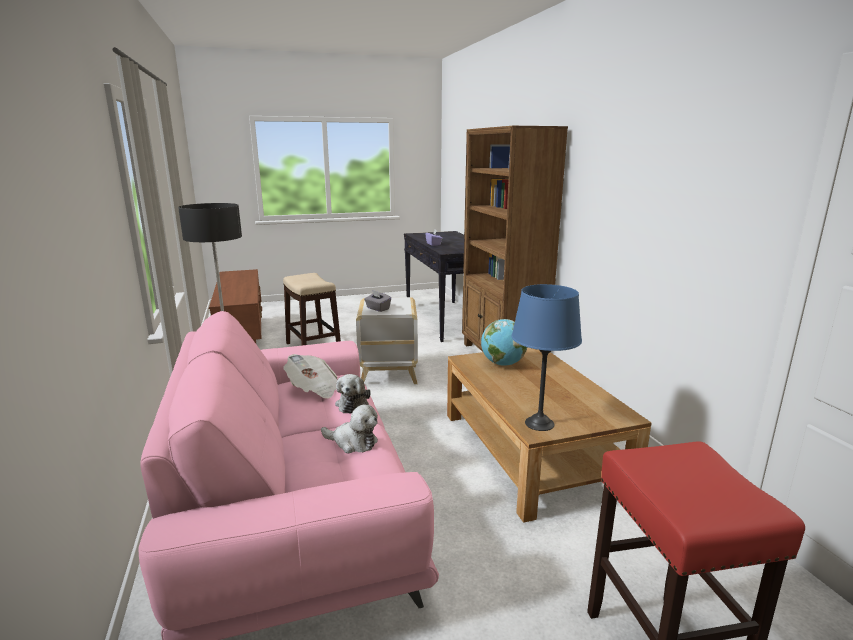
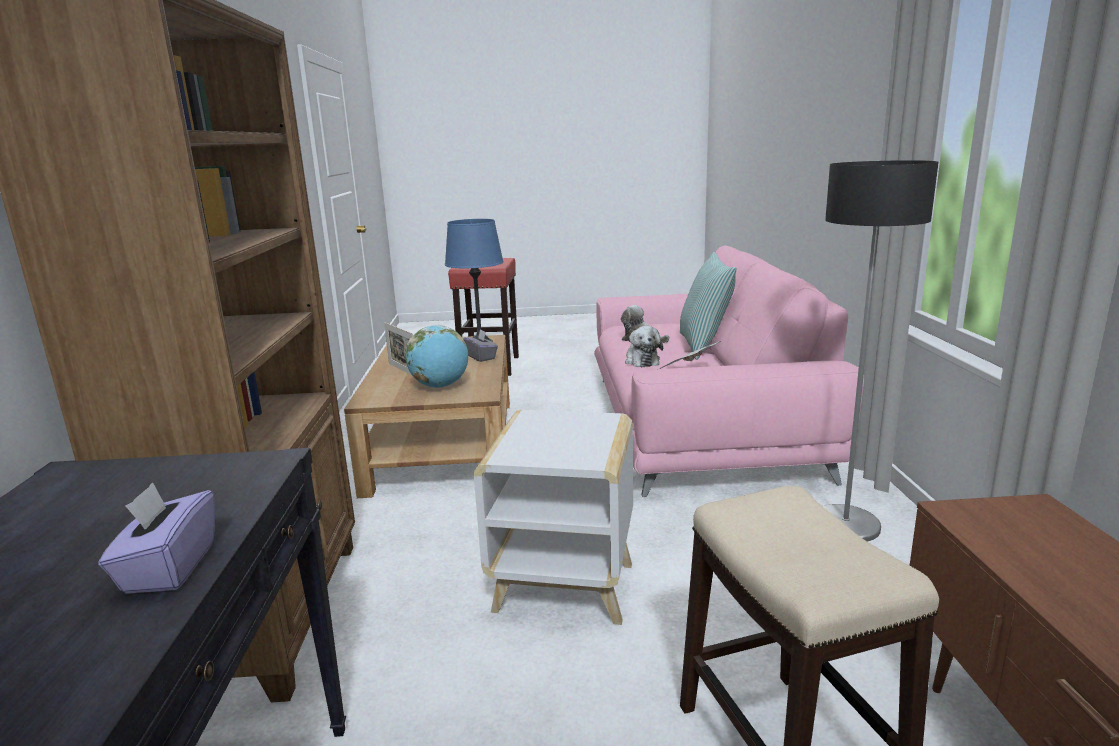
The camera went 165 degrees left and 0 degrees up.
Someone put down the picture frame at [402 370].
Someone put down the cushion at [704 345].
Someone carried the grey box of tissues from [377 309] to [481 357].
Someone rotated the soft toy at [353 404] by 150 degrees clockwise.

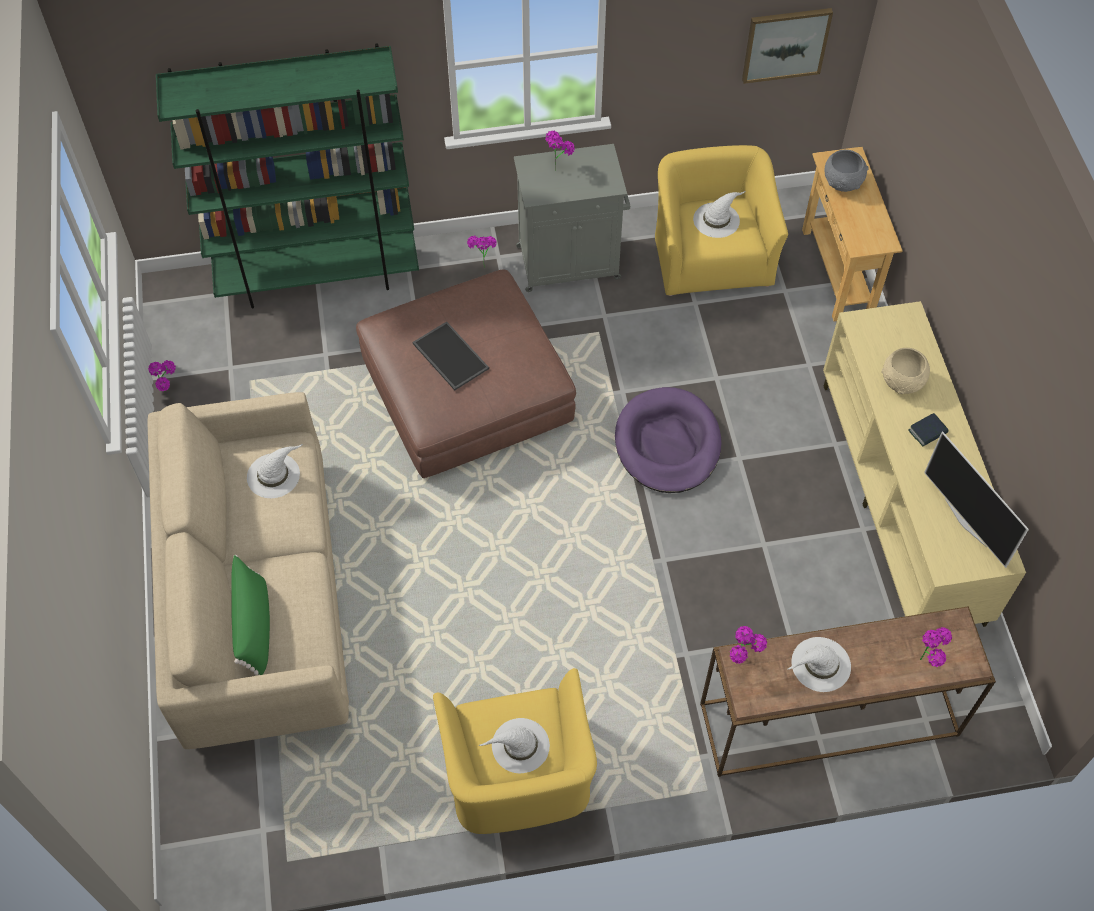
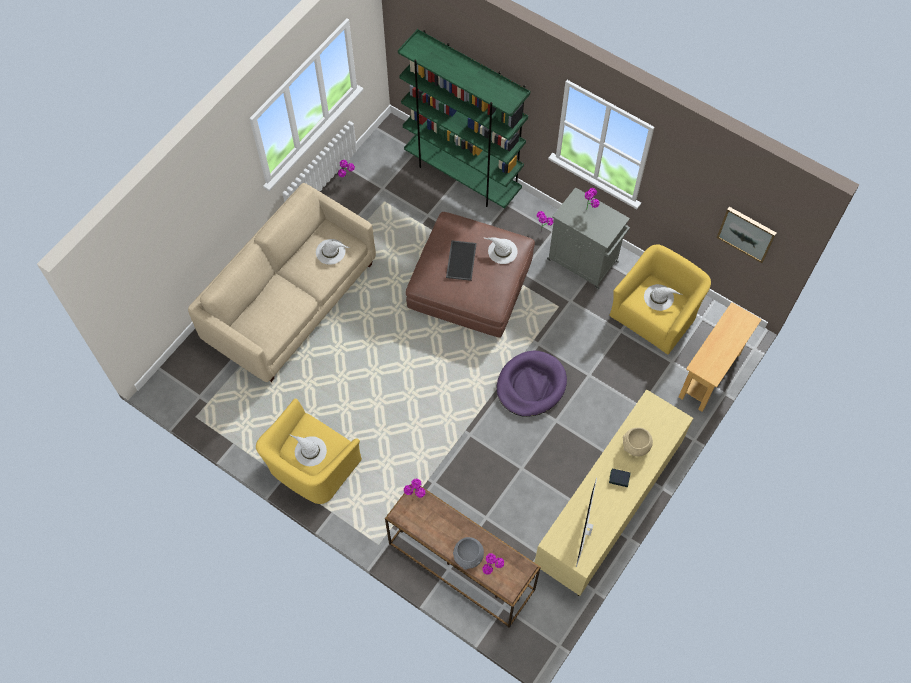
The camera went 45 degrees right and 5 degrees up.
Someone took away the green cushion at [254 626].
Someone carried the white hat from [820 665] to [502 251].
Someone carried the grey serving bowl from [843 183] to [468 557].

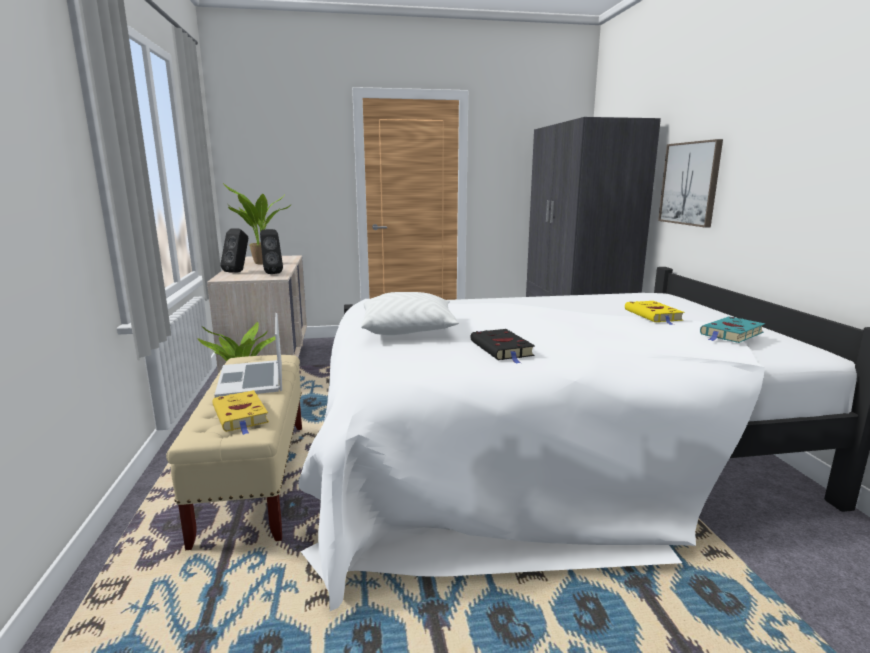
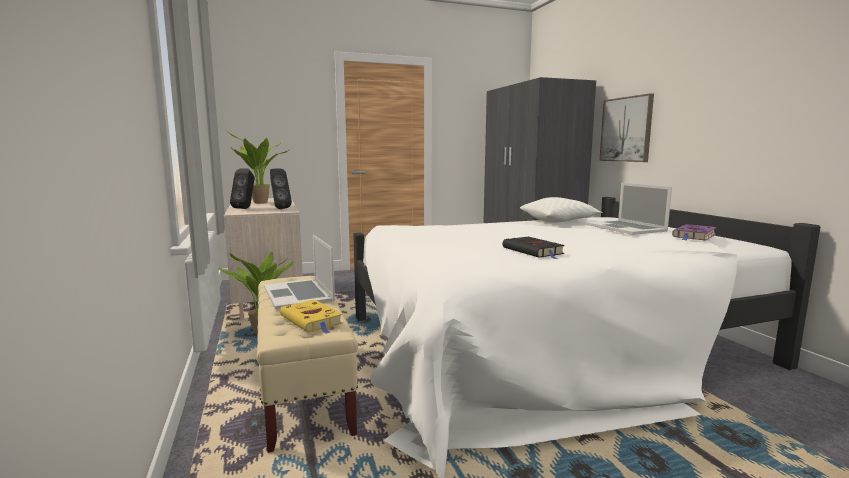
The camera went 10 degrees left and 5 degrees down.
Someone carried the white cushion from [408 330] to [559 221].
Someone swapped the yellow-coloured bound book at [654 315] for the notebook computer at [625 228].
Someone repainted the turquoise-coloured bound book at [731 334], which became the purple bound book at [694 236].

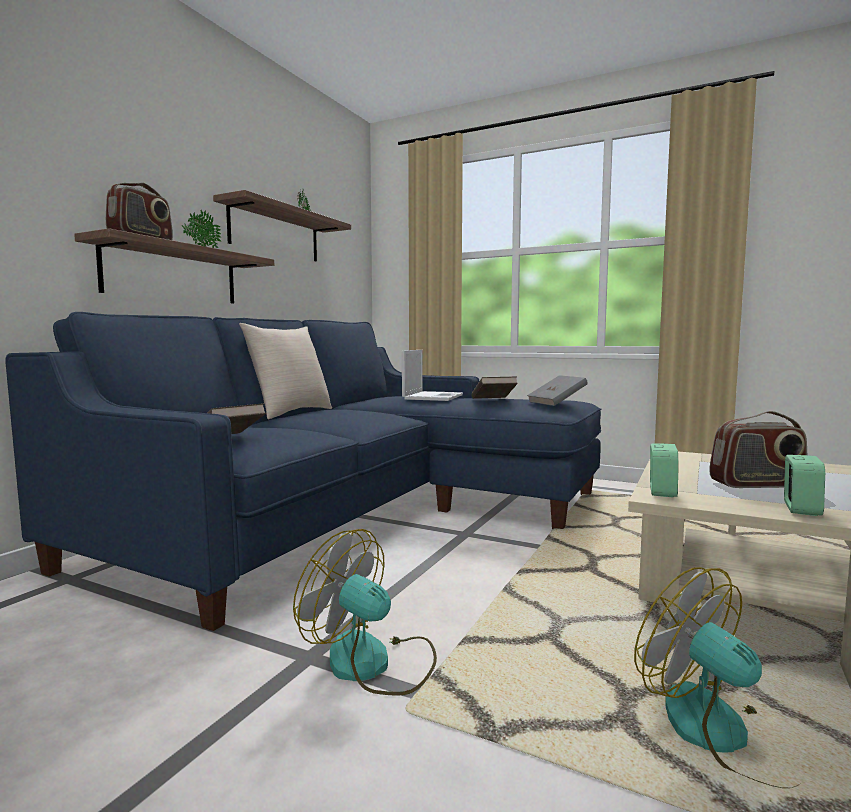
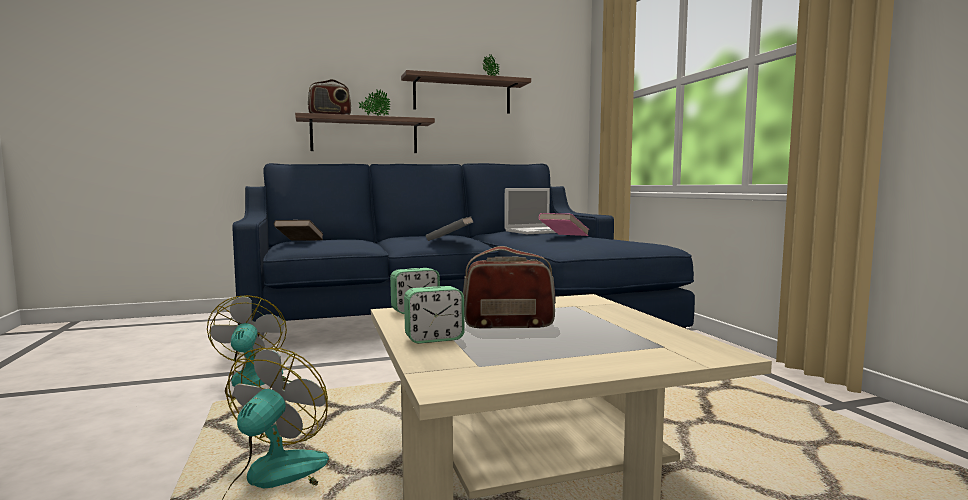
The camera went 45 degrees right and 0 degrees up.
Someone took away the sand-coloured cushion at [290 413].
Someone carried the grey bound book from [557 403] to [450 240].
Someone repainted the brownish bound book at [493 400], which became the pink bound book at [563 236].
Someone rotated the radio set at [757 484] by 135 degrees clockwise.

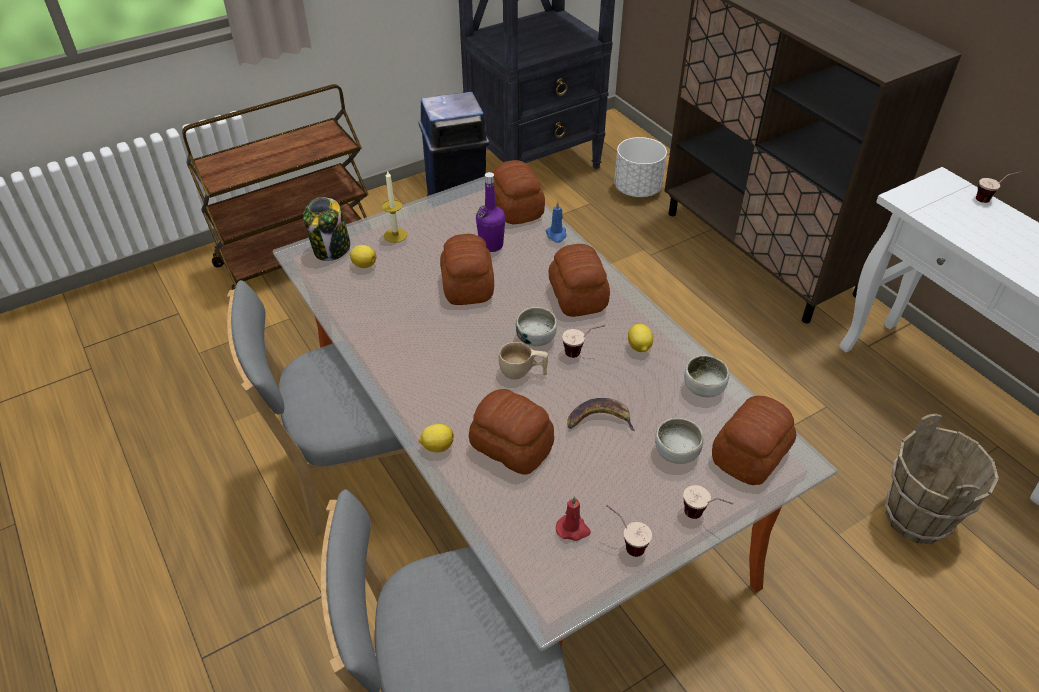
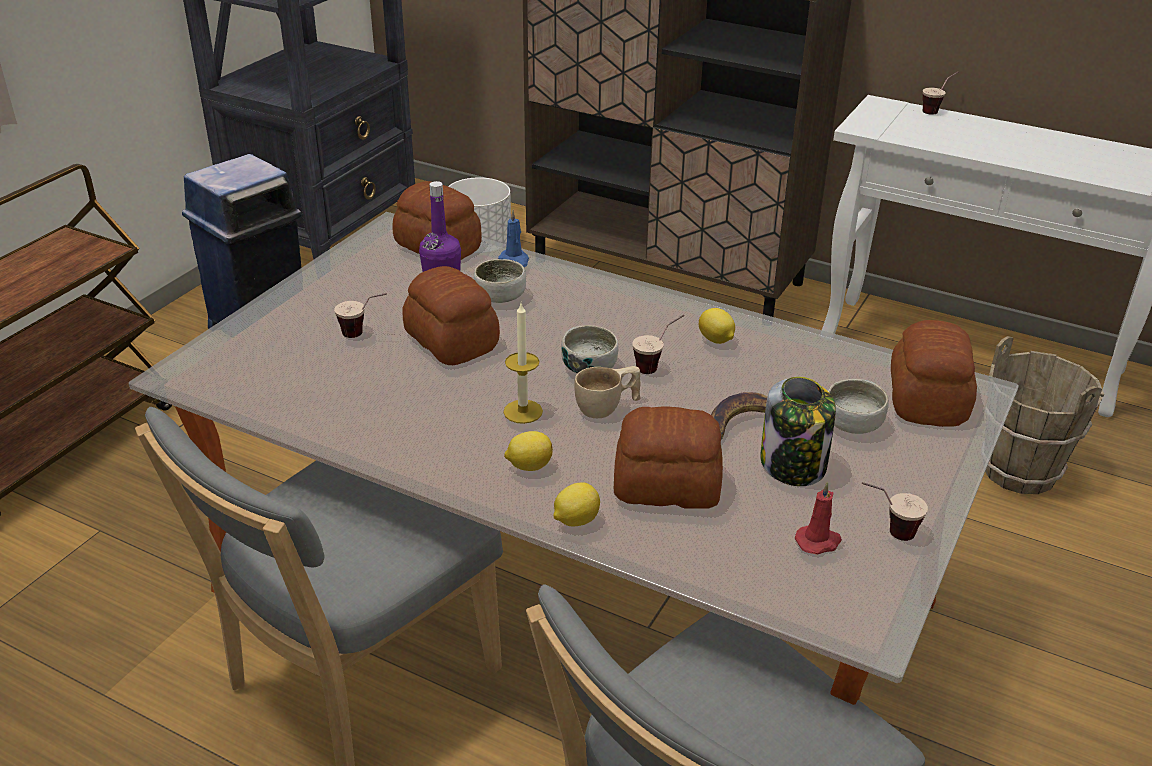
The camera went 30 degrees left and 10 degrees down.
Someone took away the baked bread at [577 296].
Someone carried the jar from [331 249] to [793 465].
Someone carried the whole lemon from [363 265] to [529 466].
Someone carried the wax light from [395 235] to [523 411].
Someone carried the drinking cup from [703 517] to [364 334].
Someone carried the serving bowl from [703 387] to [500 297].

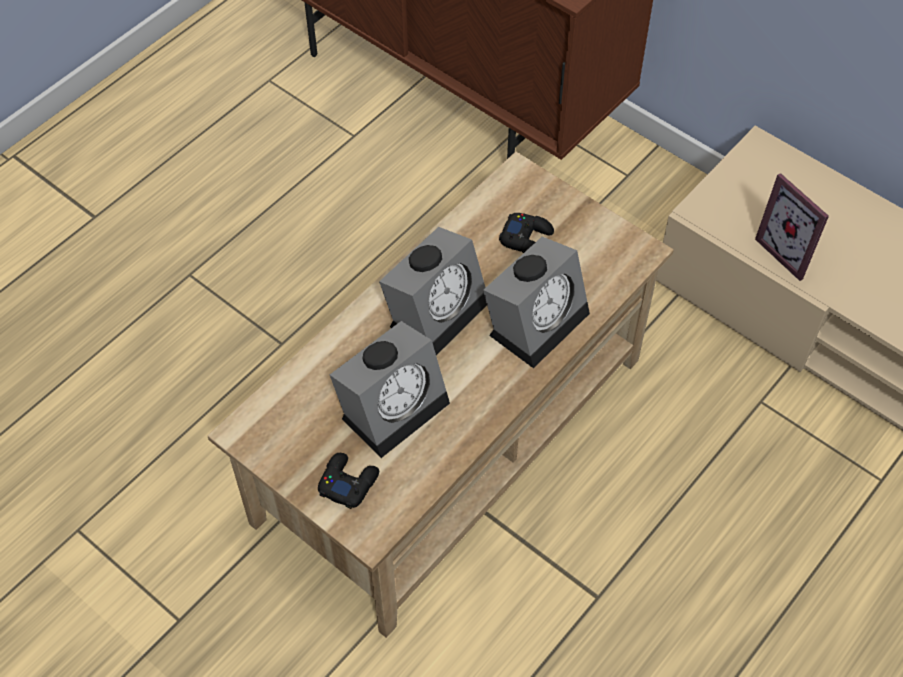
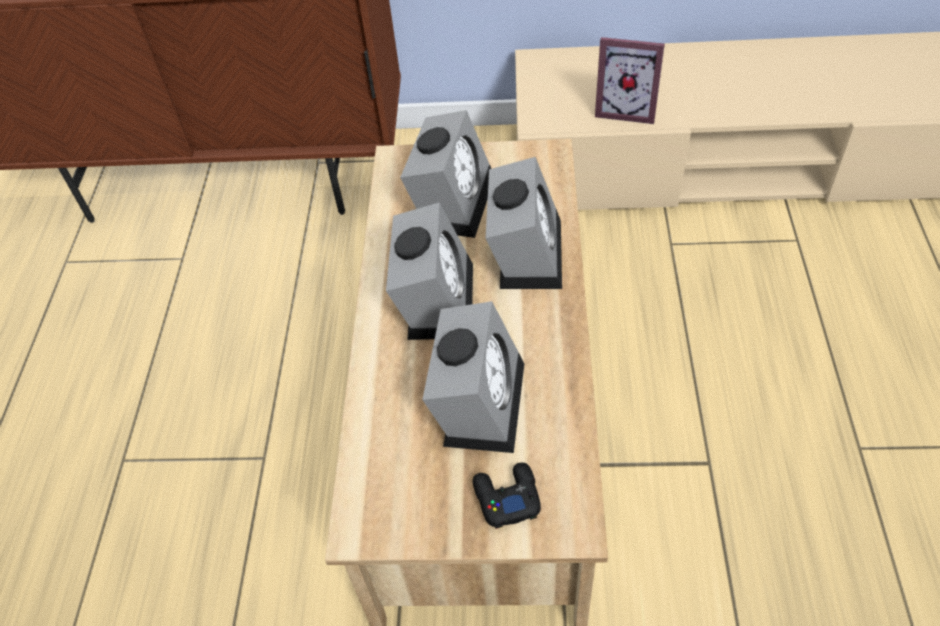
The camera went 35 degrees left and 5 degrees down.
Someone swapped the black-coloured game controller at [527 239] for the bedside clock at [453 200].

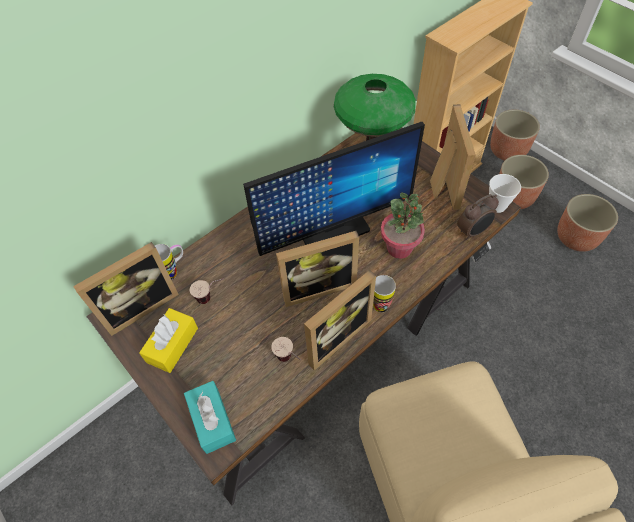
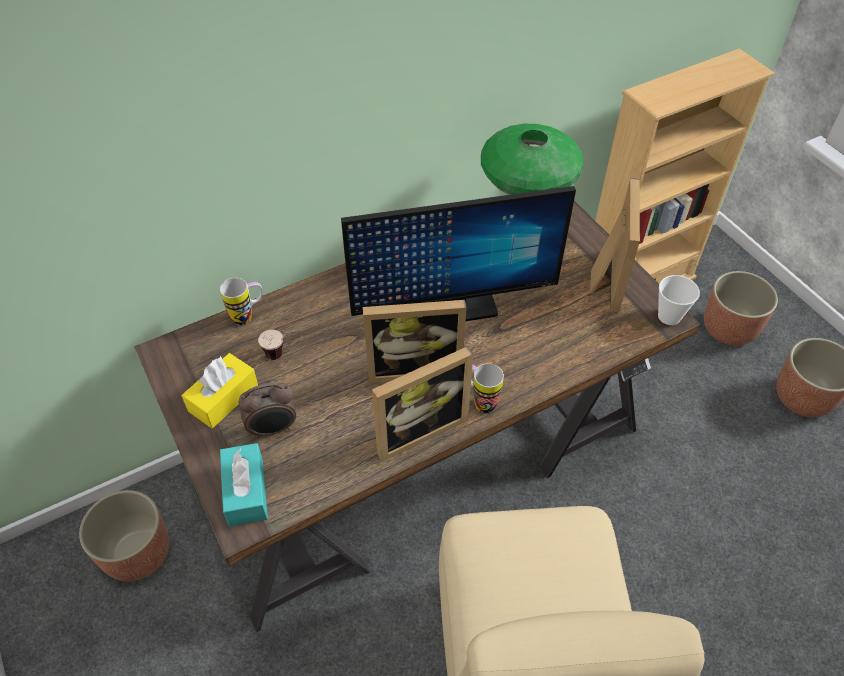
The camera went 10 degrees right and 5 degrees down.
Someone took away the picture frame at [140 306].
Someone took away the drinking cup at [289 361].
Someone took away the potted plant at [399 248].
Someone carried the bedside clock from [473 232] to [273 429].
Someone carried the plant pot from [508 151] to [138 553].

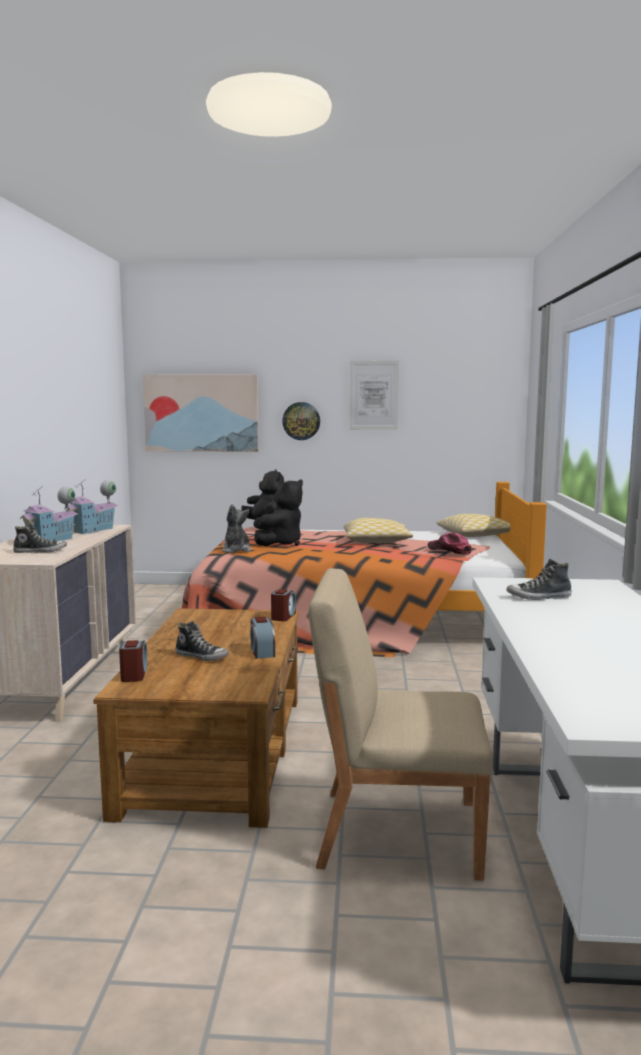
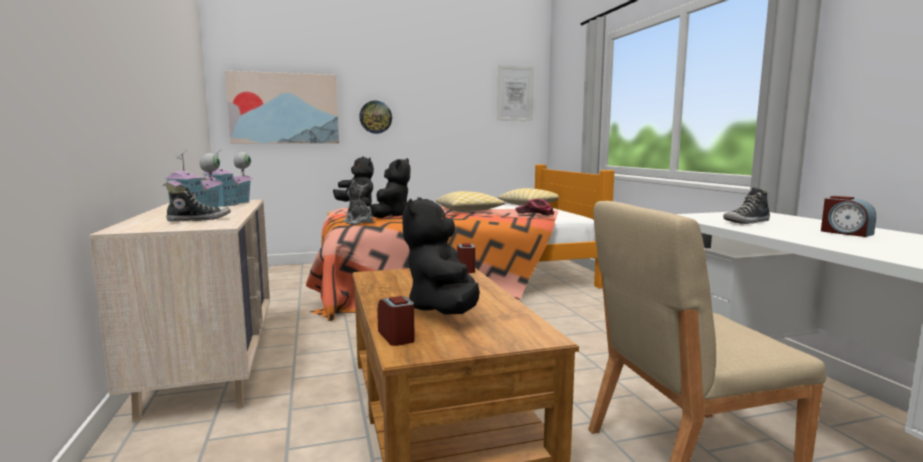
The camera went 20 degrees left and 0 degrees up.
Someone carried the bedside clock from [262 652] to [845 233].
Someone carried the picture from [374 395] to [515 93].
Someone swapped the shoe at [202 657] for the black-coloured soft toy at [444 310].

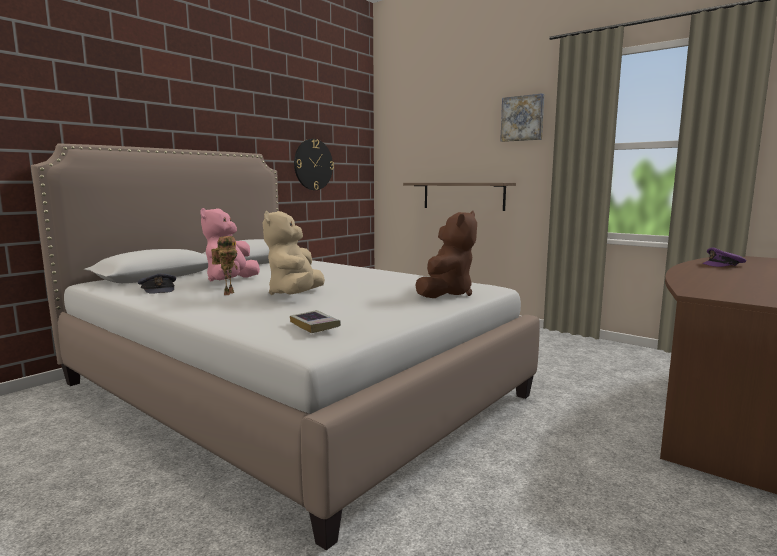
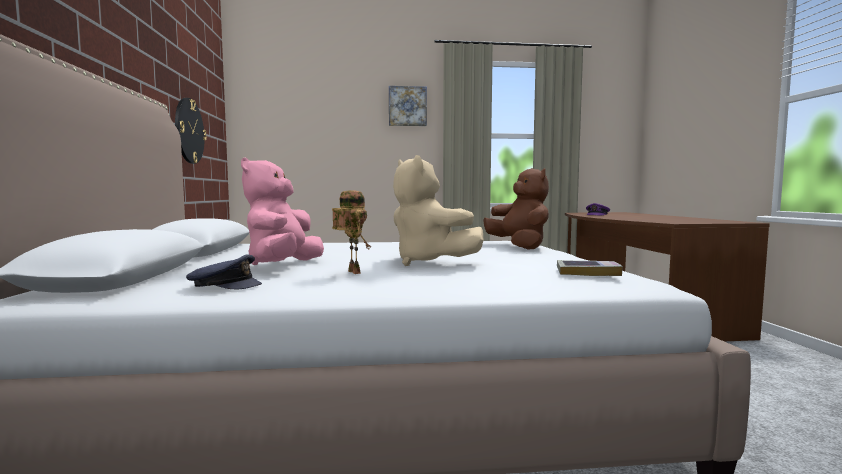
The camera went 45 degrees left and 5 degrees down.
Someone took away the shelf at [463 196].
Someone rotated the pink soft toy at [231 282] by 45 degrees clockwise.

